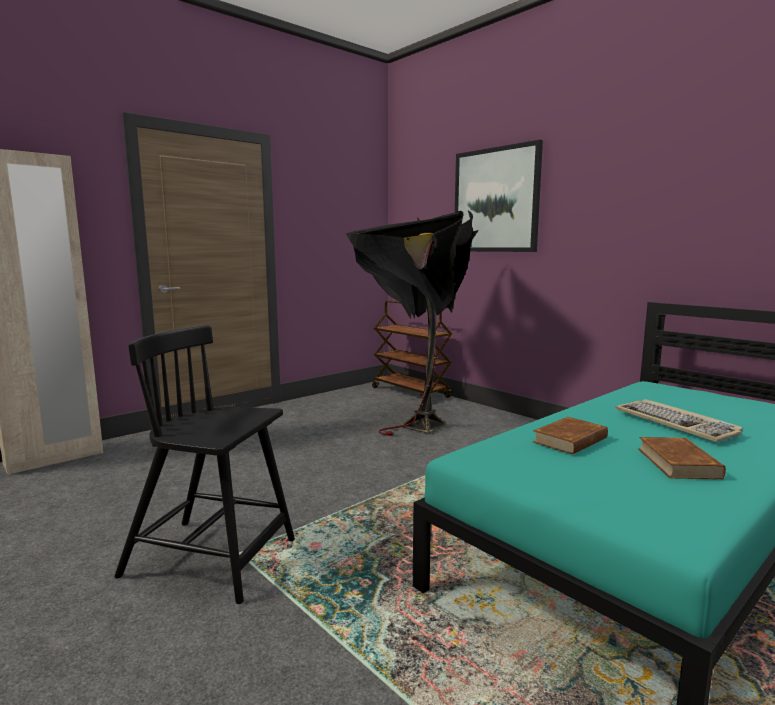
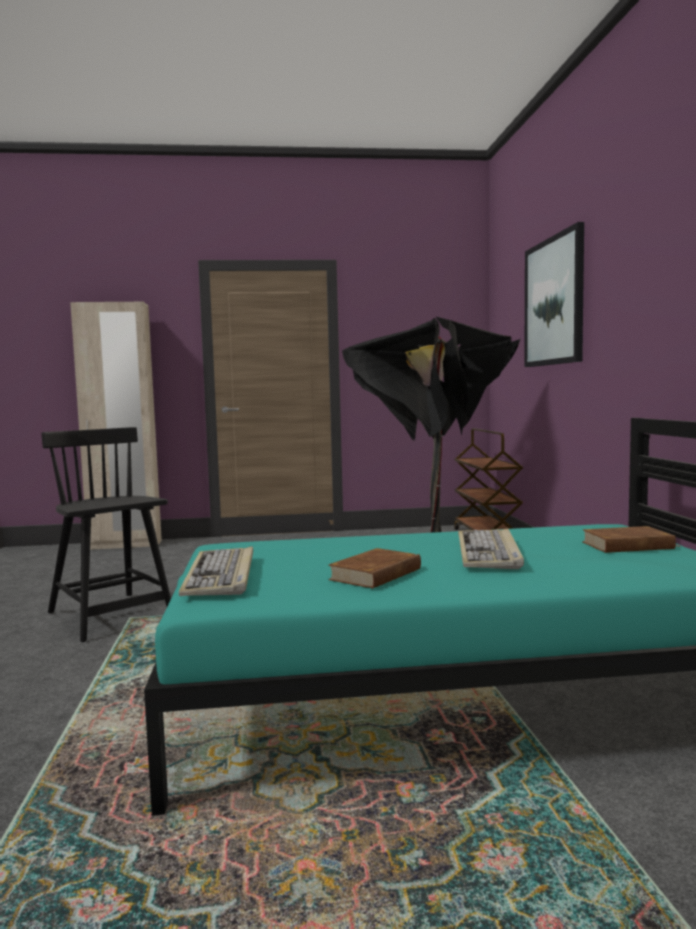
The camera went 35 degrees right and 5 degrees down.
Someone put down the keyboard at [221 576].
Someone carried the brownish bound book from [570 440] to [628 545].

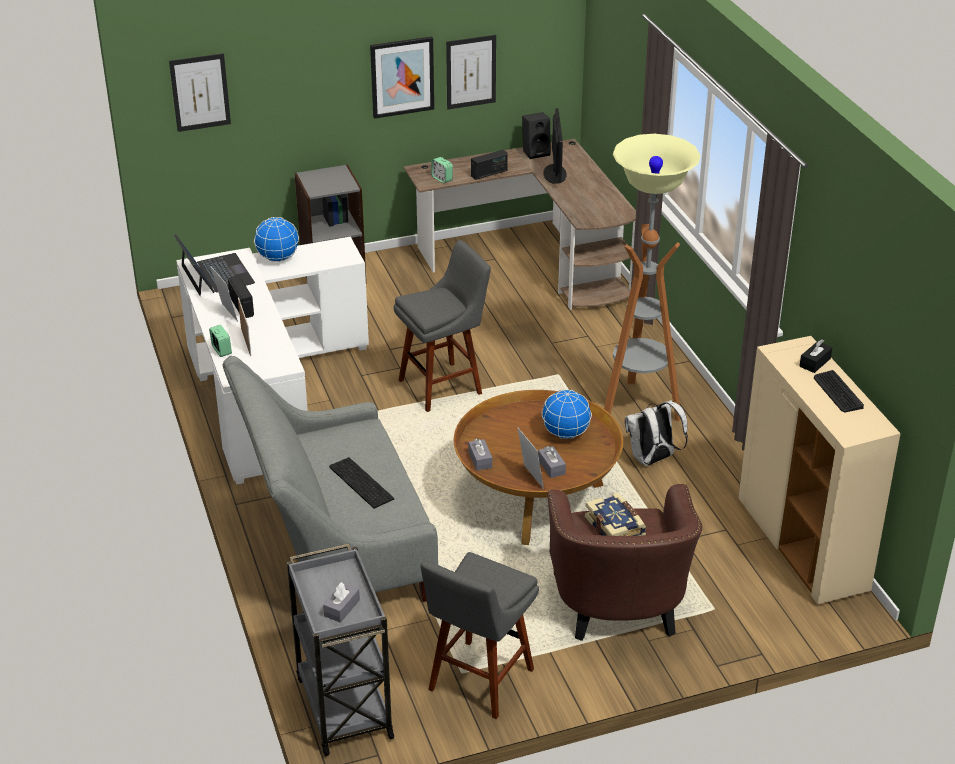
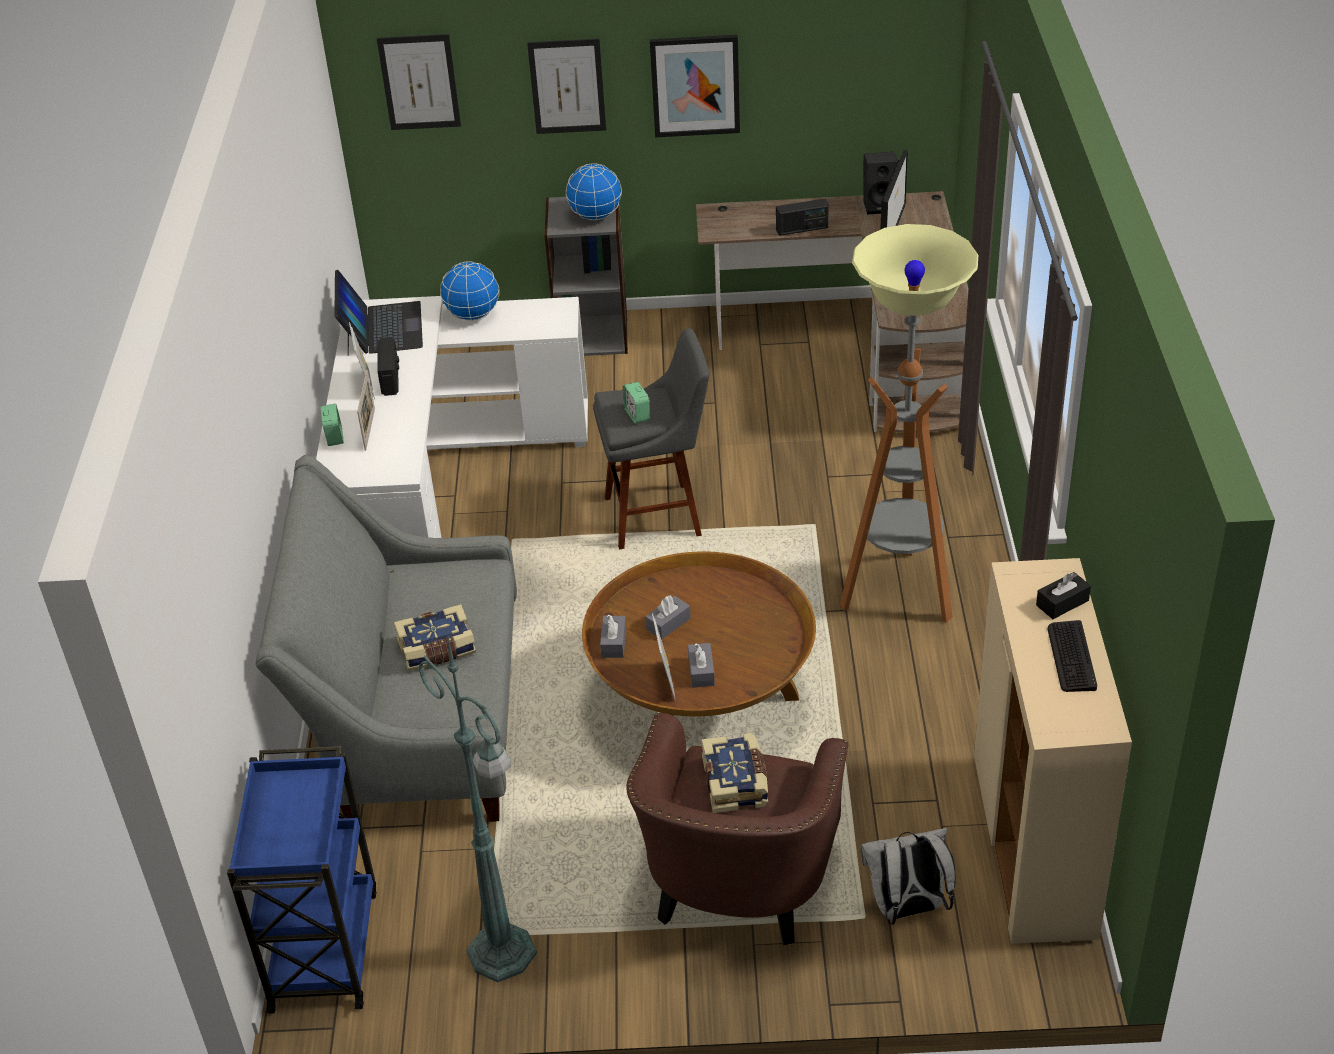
The camera went 20 degrees right and 5 degrees up.
Someone carried the grey box of tissues from [342 608] to [668 624].
Someone carried the bedside clock from [442 179] to [637 414].
Someone carried the picture from [471 72] to [567 86].
Someone carried the world globe from [566 433] to [596 216].
Someone carried the white rucksack from [652 460] to [907 909].
Someone swapped the keyboard at [359 483] for the bound book at [437 649].
Someone swapped the grey stool seat at [478 683] for the green floor lamp at [503 955].
Someone repainted the grey trolley at [343 705], which became the blue-coloured trolley at [324 947].

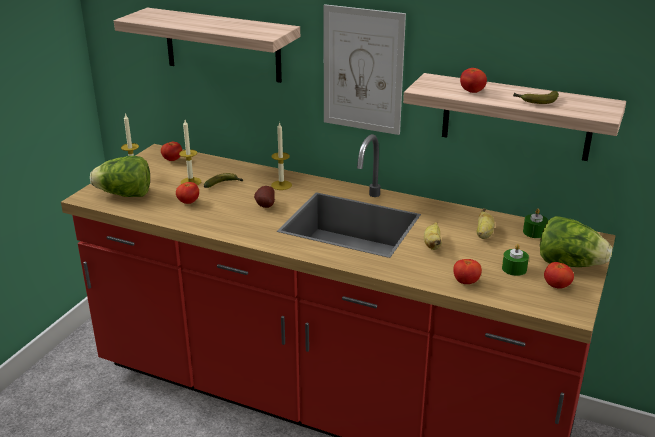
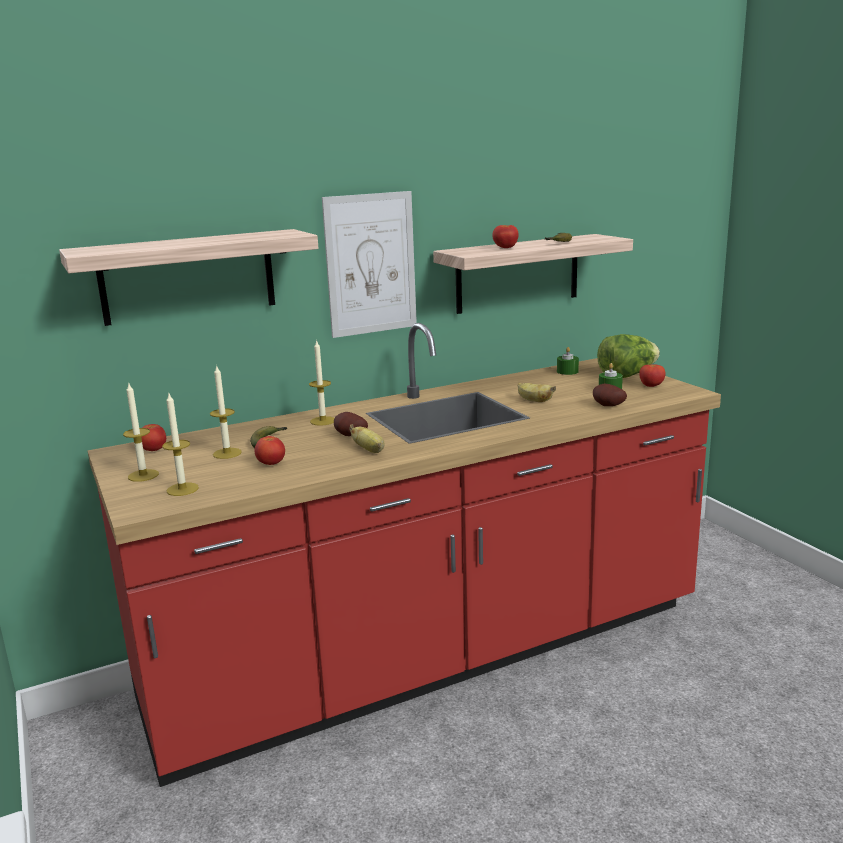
The camera went 50 degrees left and 10 degrees down.
Someone carried the banana from [484 234] to [369 450].
Someone swapped the lettuce at [125 195] for the wax light at [182 489].
Someone swapped the fresh tomato at [466 282] for the whole potato at [607 406].

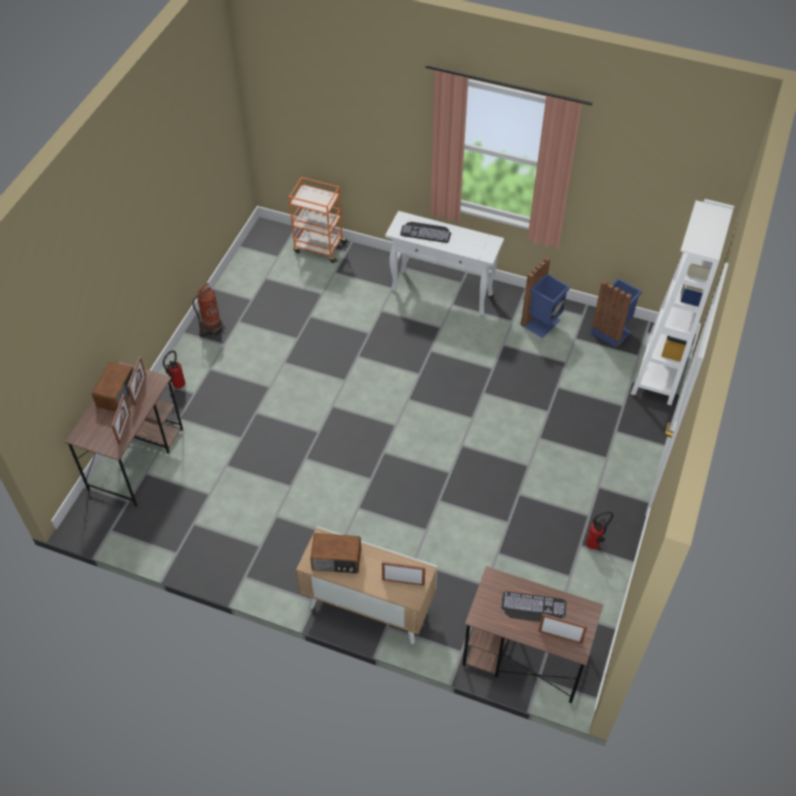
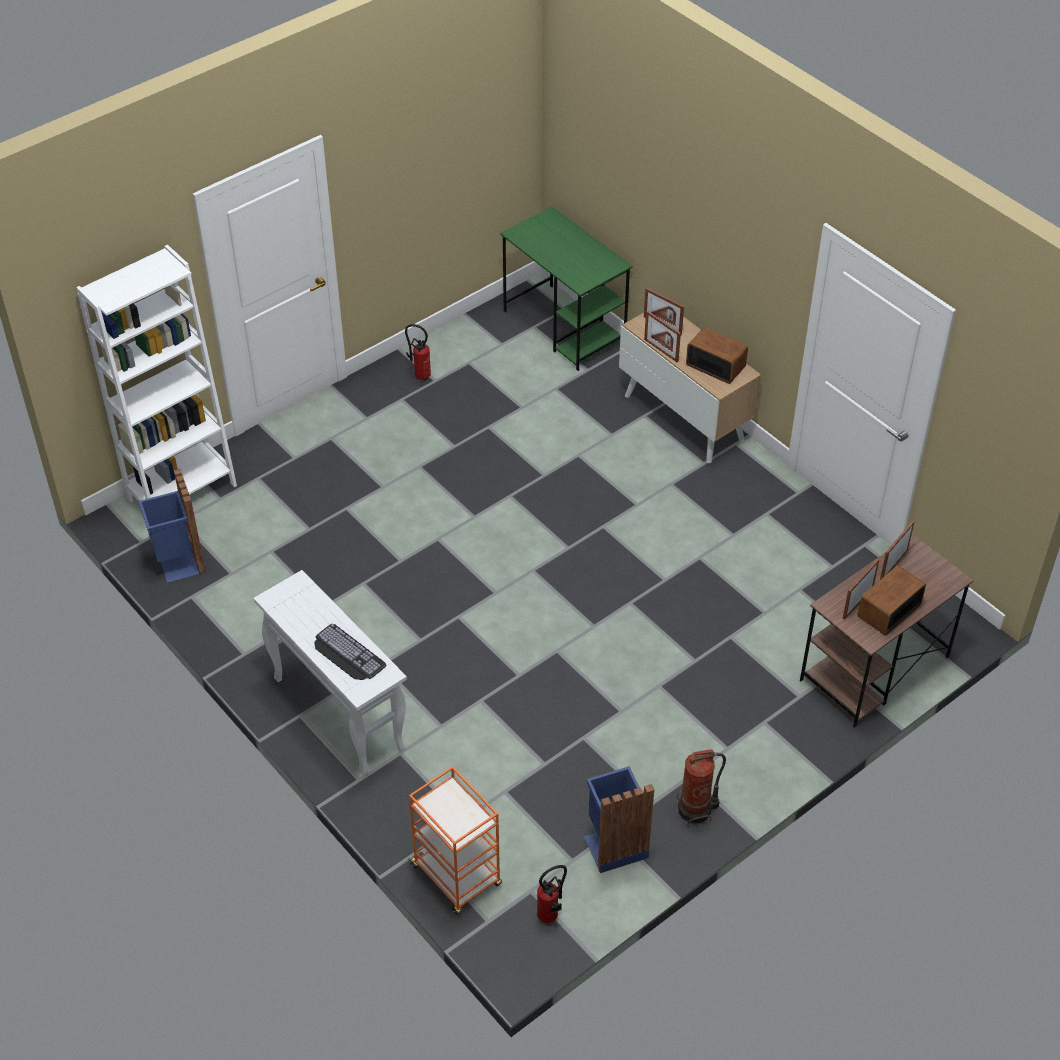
The camera went 150 degrees left and 5 degrees down.
Someone took away the keyboard at [533 608].
Someone carried the fire-fighting cylinder from [177 386] to [551 916].
Someone carried the blue-coloured trash can from [542 323] to [614 844].
Someone carried the picture frame from [560 636] to [661 350].
Someone repainted the brownish desk table at [524 656], which became the green desk table at [565 327].

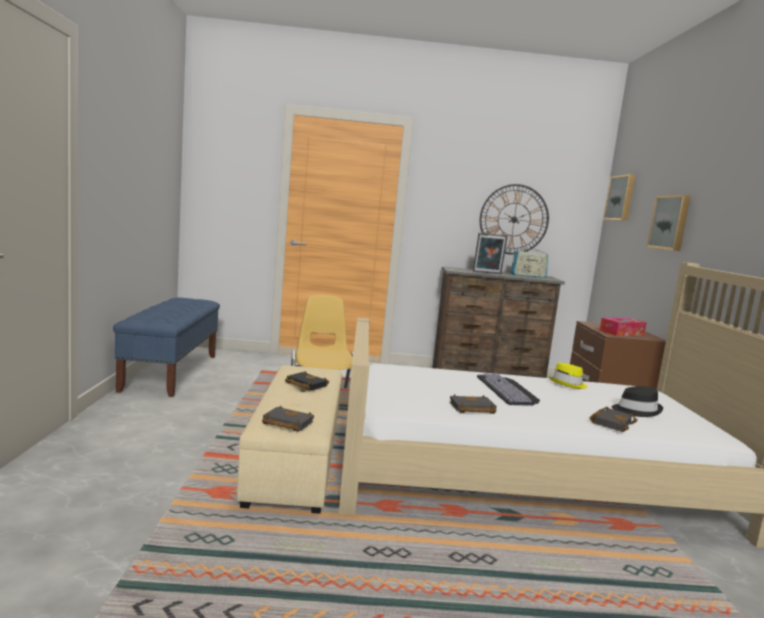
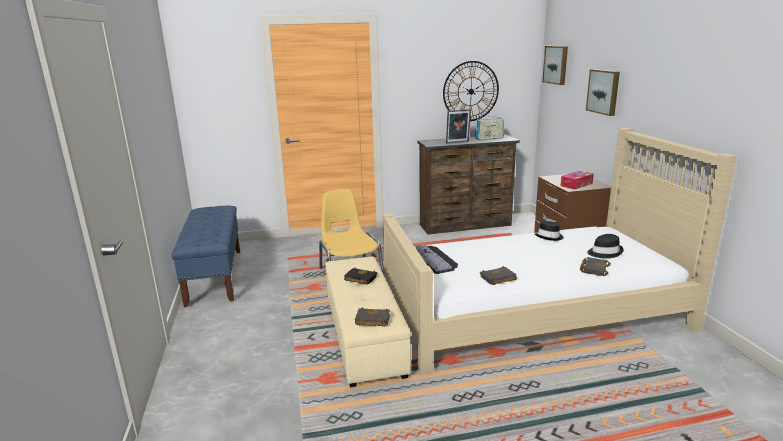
The camera went 10 degrees left and 10 degrees up.
Someone carried the keyboard from [509 390] to [434 258].
Someone repainted the yellow-coloured hat at [568 384], which became the black-coloured hat at [549 237].

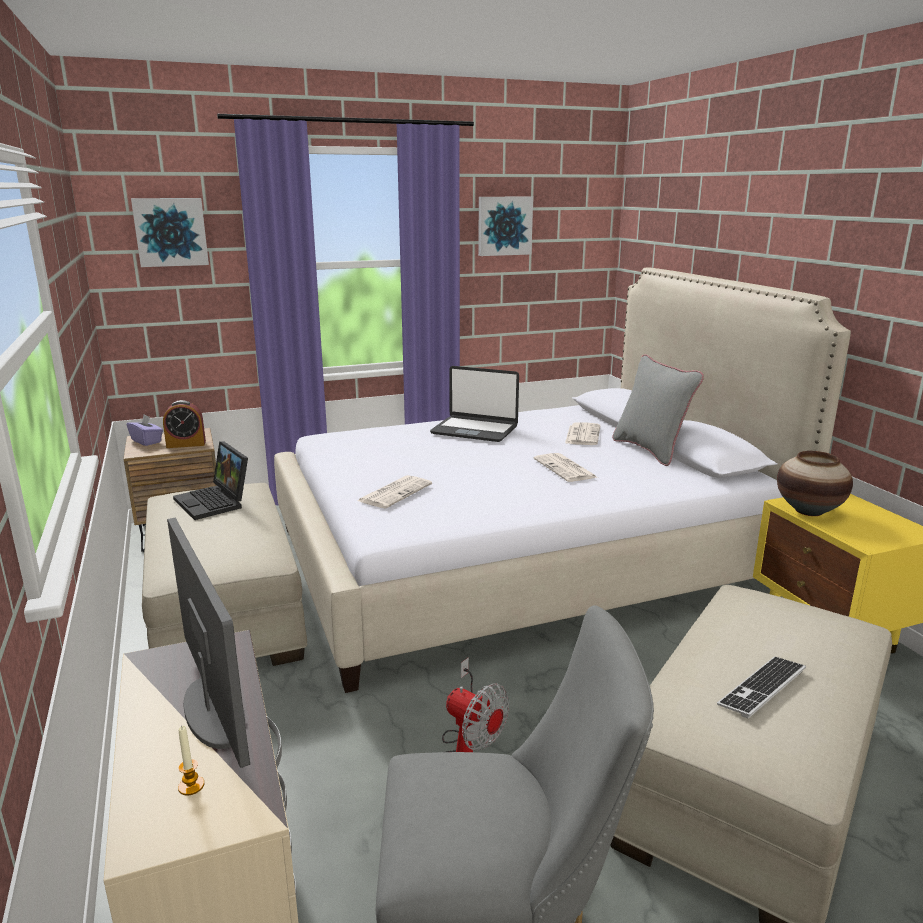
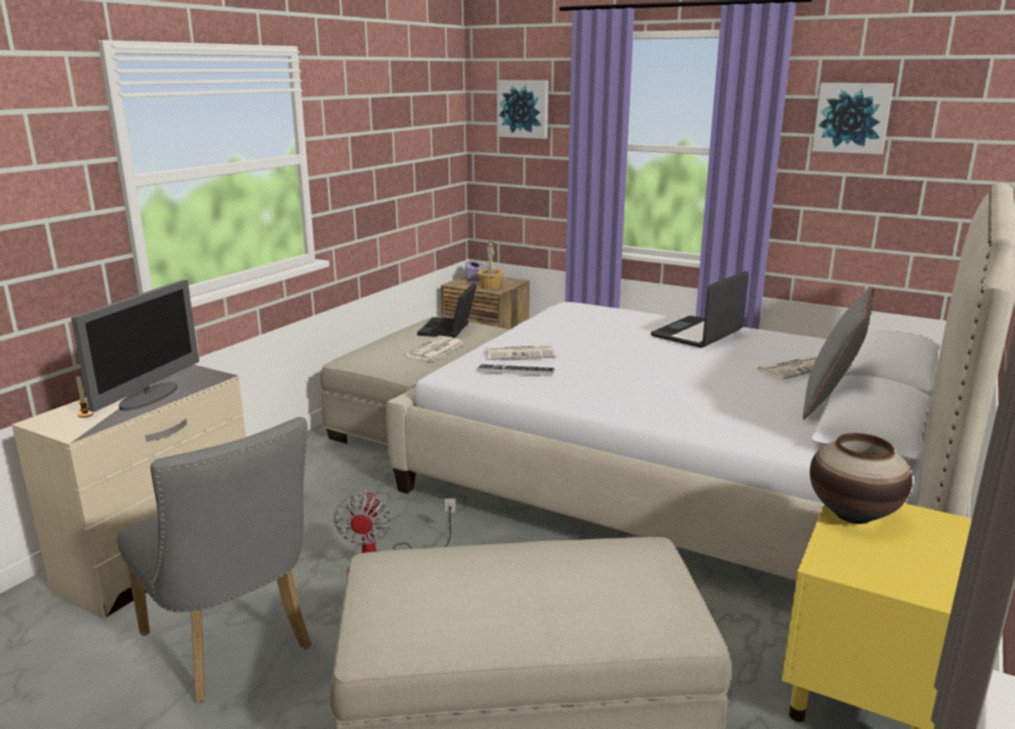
The camera went 50 degrees right and 0 degrees up.
Someone carried the newspaper from [565 469] to [435 350].
Someone carried the keyboard from [762 688] to [516 371].
Someone swapped the bedside clock at [186 444] for the potted plant at [490 286].
Someone rotated the notebook computer at [475 430] by 60 degrees clockwise.

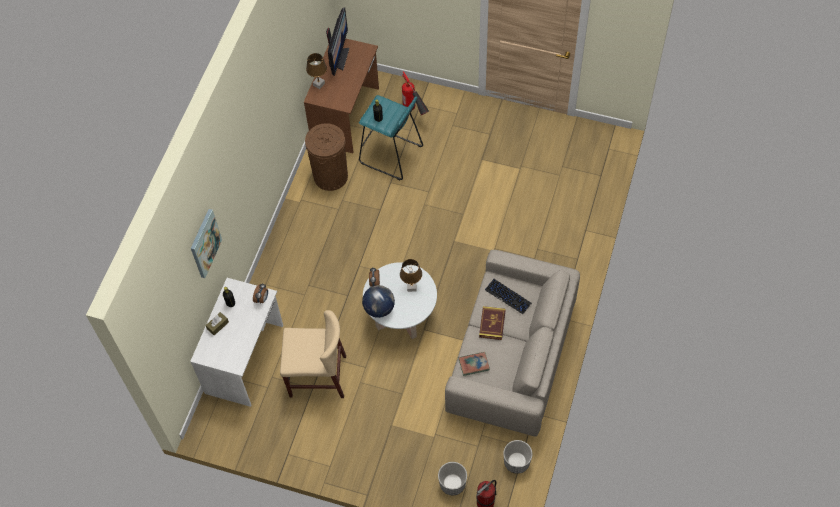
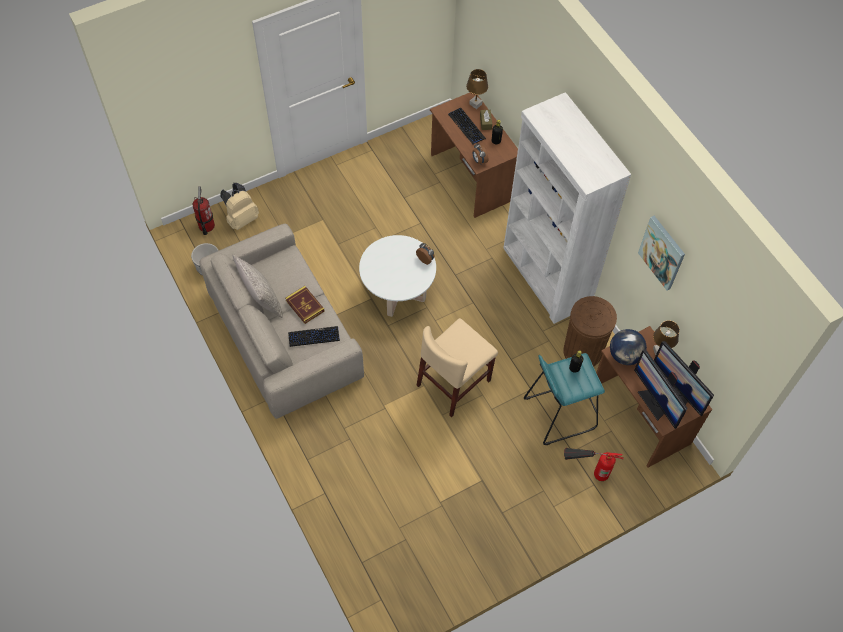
The camera went 130 degrees right and 0 degrees up.
Someone took away the bound book at [474 364].
Someone put down the grey cushion at [261 299].
Someone put down the keyboard at [466 126].
Someone put down the white shelving unit at [546 277].
Someone put down the monitor at [655 402].
Someone carried the picture from [204 243] to [662 252].
Someone carried the sand-coloured plain chair from [318 376] to [454 383].
Someone carried the world globe from [379 308] to [624 355].
Someone carried the brownish lamp for a table from [411 287] to [475 104].
Someone swapped the plant pot at [452 484] for the sand-coloured rucksack at [241 219].
Someone repainted the white desk table at [245 359], which became the brownish desk table at [471 178].

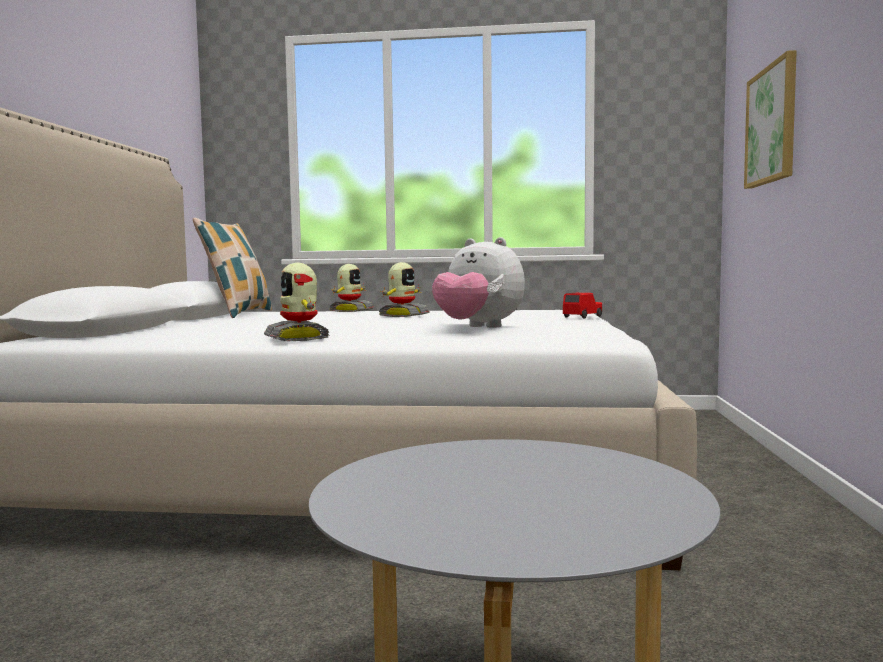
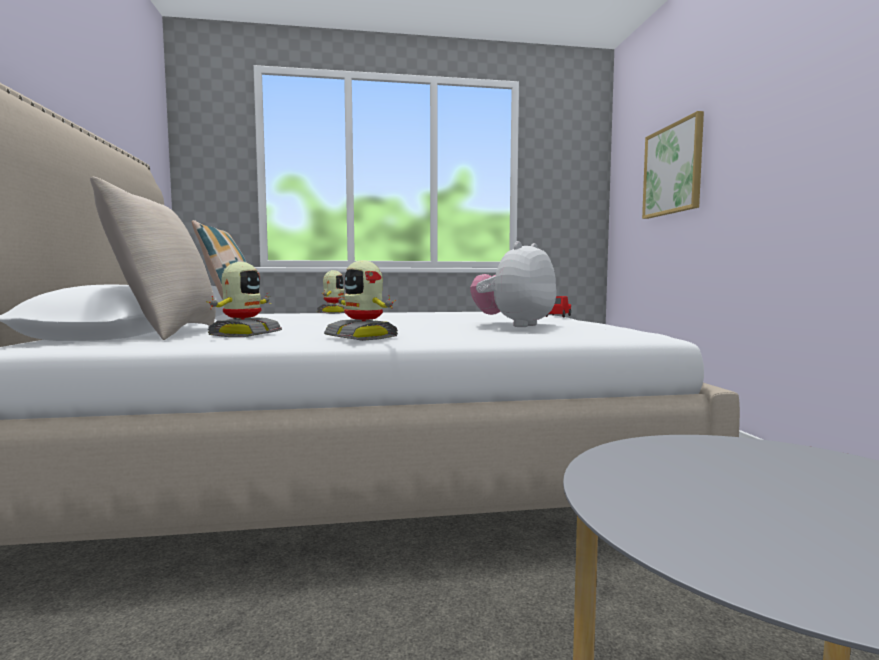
The camera went 15 degrees left and 0 degrees up.
Someone put down the sand-coloured cushion at [167 332].
Someone carried the model robot from [403 315] to [244 334].
Someone rotated the soft toy at [478 327] by 105 degrees clockwise.

